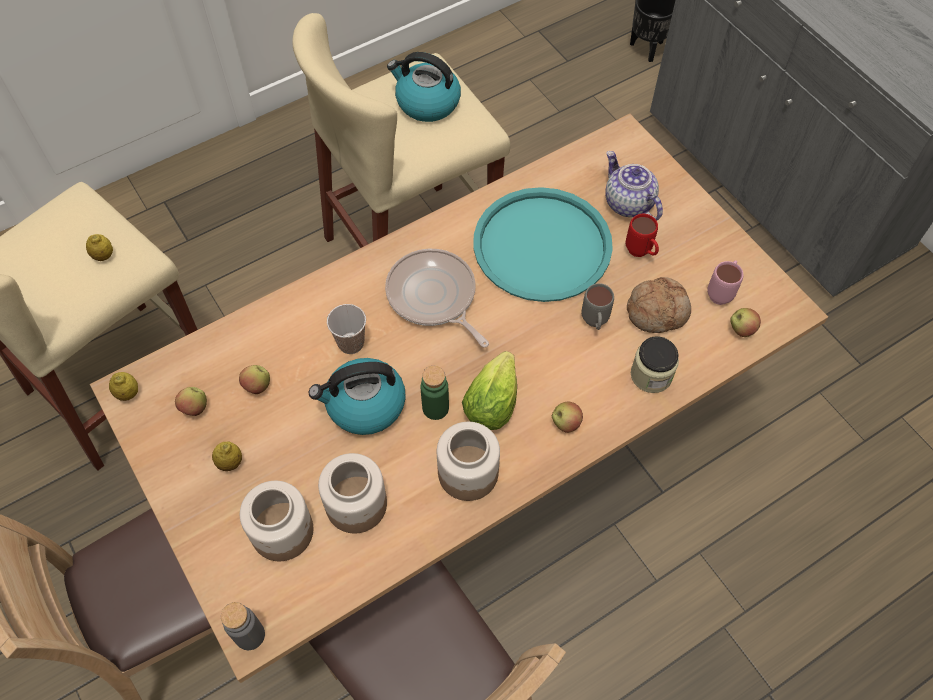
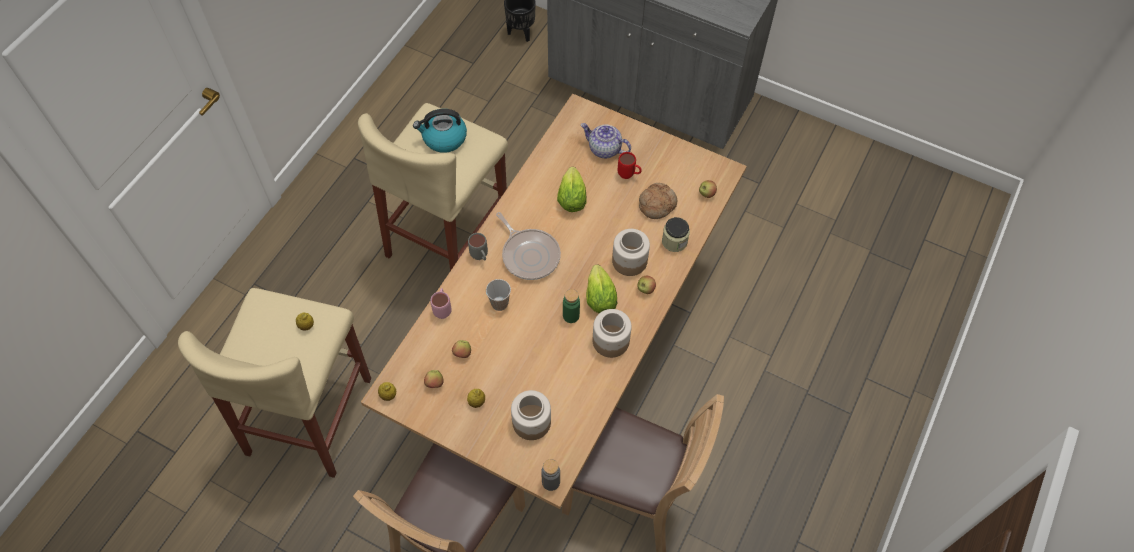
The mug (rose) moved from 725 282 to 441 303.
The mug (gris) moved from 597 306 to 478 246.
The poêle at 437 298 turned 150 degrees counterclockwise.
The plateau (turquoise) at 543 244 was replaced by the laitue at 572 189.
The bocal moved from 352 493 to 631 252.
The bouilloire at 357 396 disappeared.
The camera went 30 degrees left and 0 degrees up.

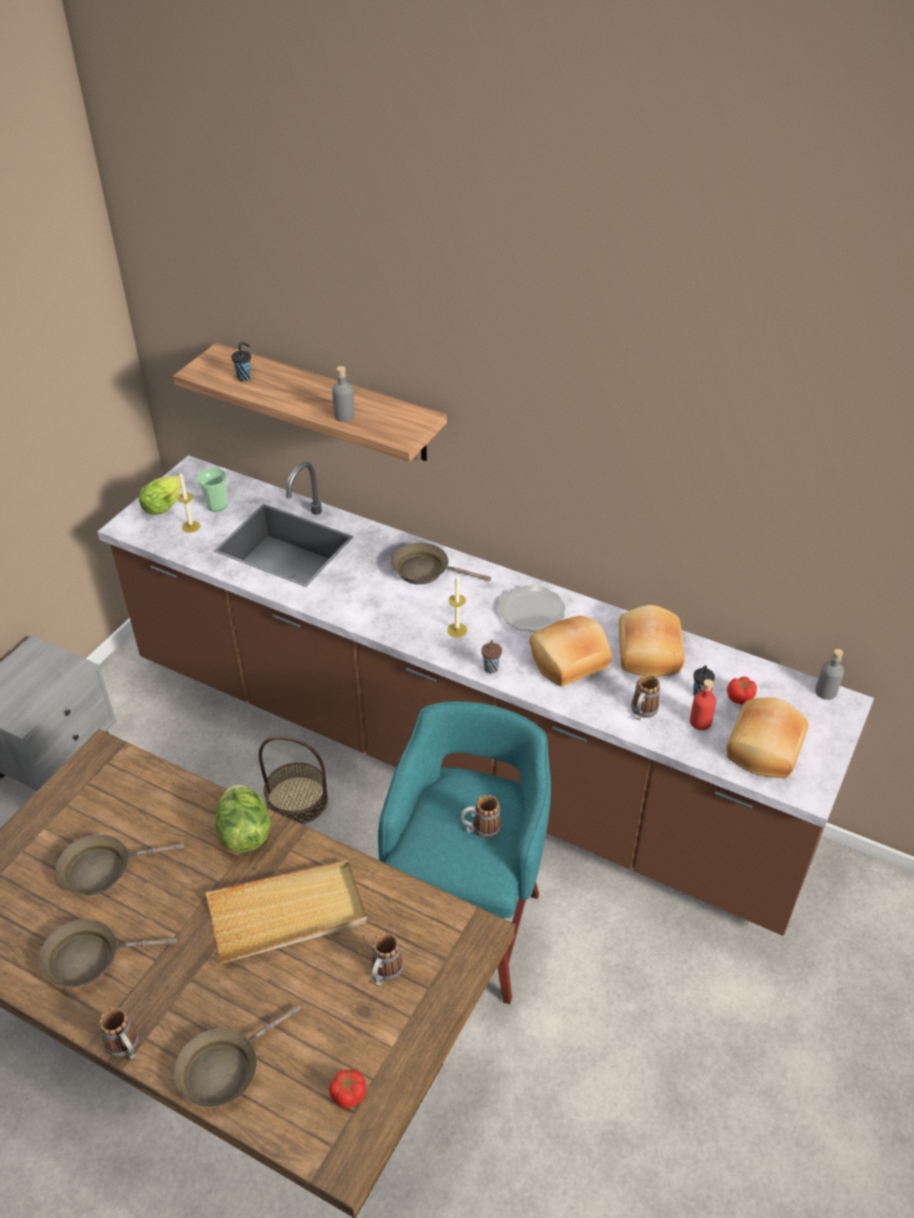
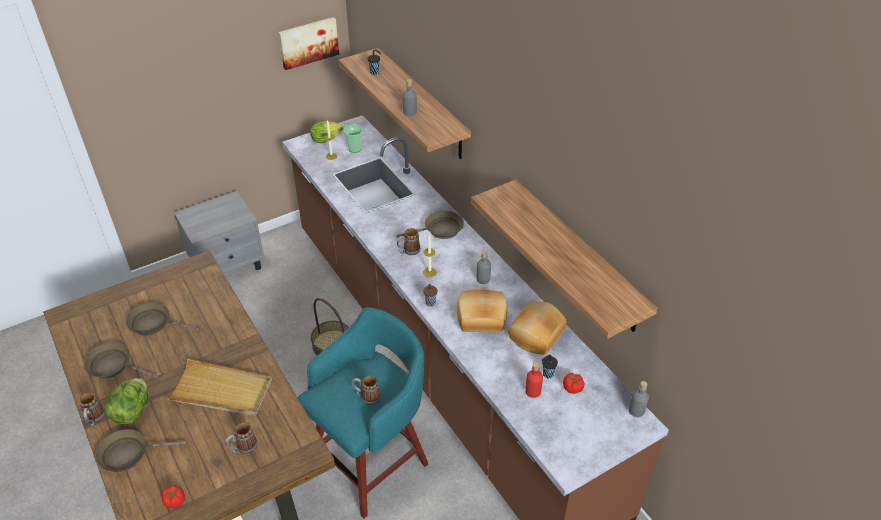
The laitue moved from 243 818 to 126 401.
The tableau at 308 43 appeared.
The poêle (marron) at 441 564 turned 120 degrees clockwise.
The mug moved from 645 697 to 408 241.
The étagère at 564 259 appeared.
The assiette at 532 608 was replaced by the bouteille (gris) at 484 267.
The pain at 767 738 disappeared.
The camera went 30 degrees right and 0 degrees up.

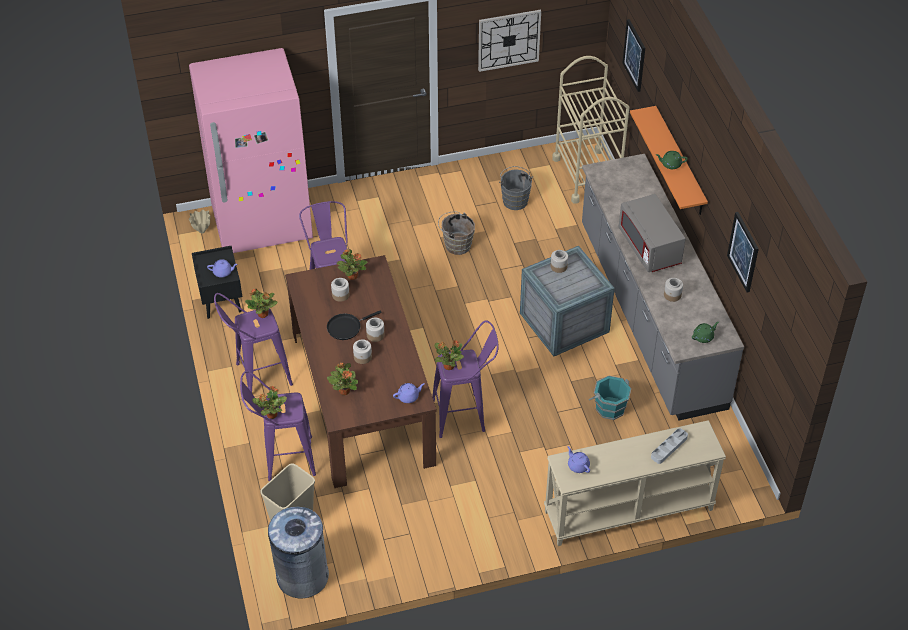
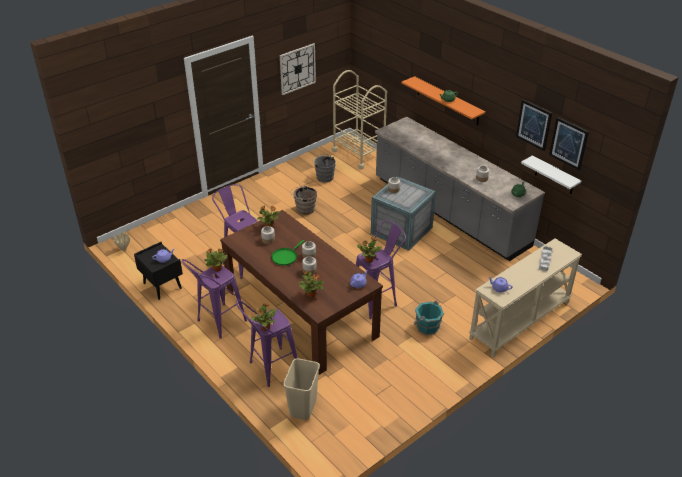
The poêle (noir) at 354 325 became the poêle (vert) at 287 253.
The seau (turquoise) moved from 610 398 to 429 318.
The étagère (blanc) at 551 174 appeared.
The tableau moved from 634 55 to 569 143.
The réfrigérateur (rose) at 251 150 disappeared.
The poubelle (gris) at 298 551 disappeared.
The micro-ondes (gris) at 652 233 disappeared.
The camera went 25 degrees left and 10 degrees down.

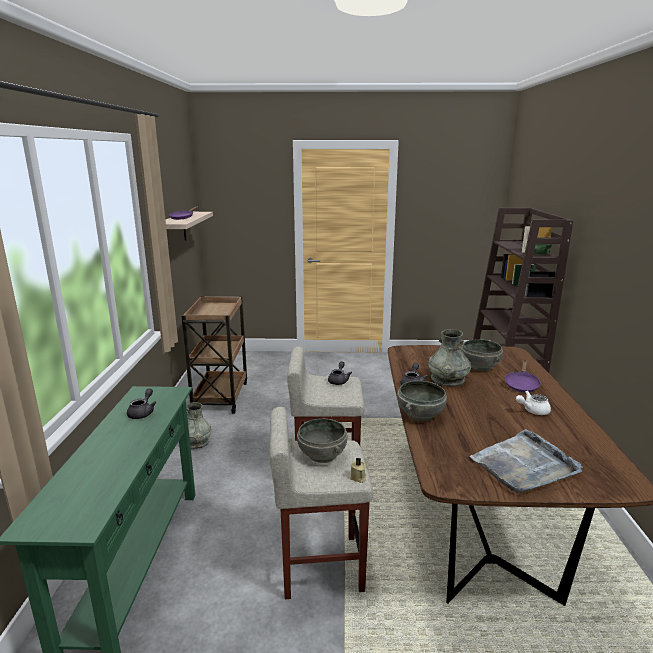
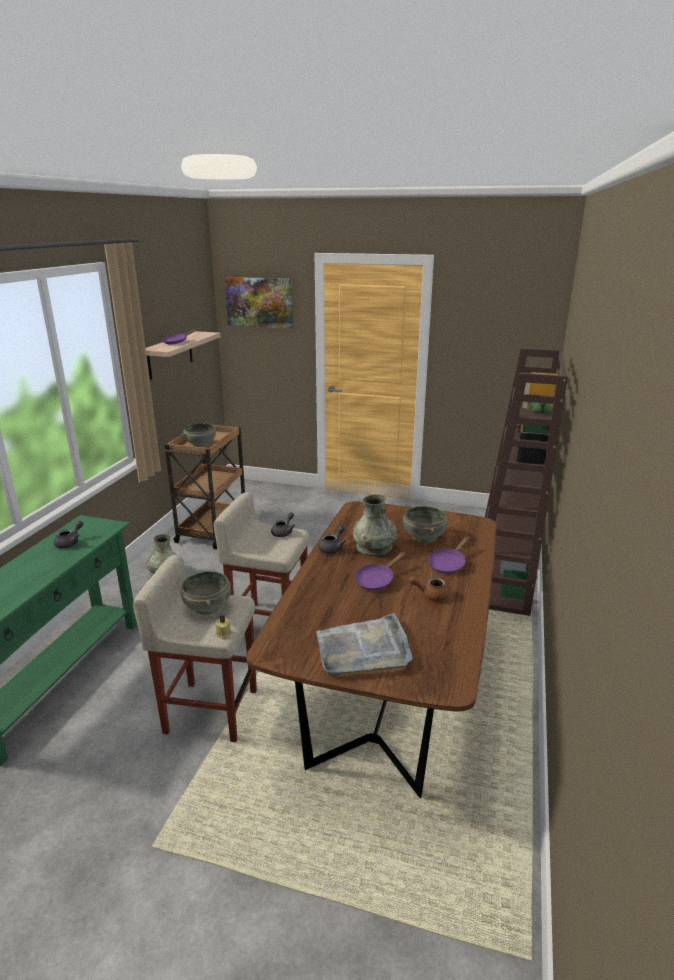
The bol (gris) moved from 422 401 to 199 435.
The tableau at 258 302 appeared.
The poêle (violet) at 380 571 appeared.
The théière (blanc) at 533 403 became the théière (marron) at 429 586.
The camera went 15 degrees right and 5 degrees up.

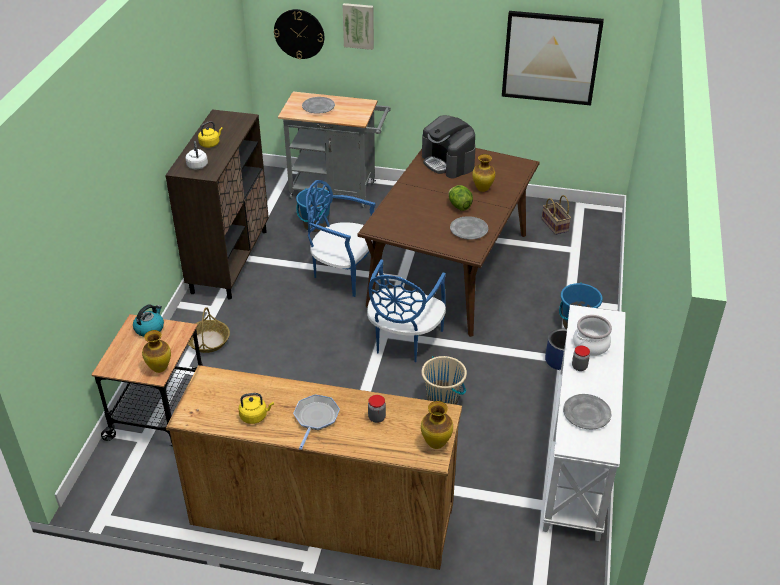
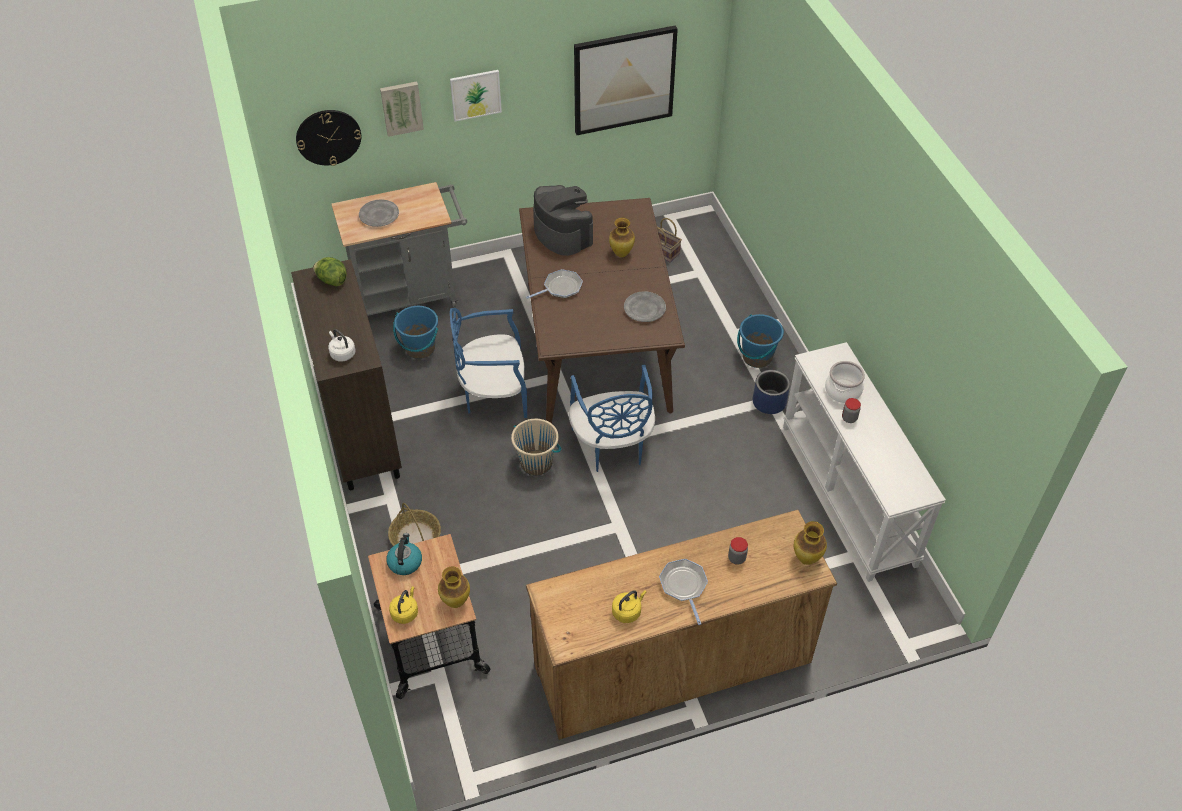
The laitue moved from 461 198 to 330 271.
The bouilloire (jaune) moved from 210 134 to 403 605.
The tableau at 476 95 appeared.
The seau (beige) moved from 444 380 to 536 447.
The poêle at 554 284 appeared.
The machine à café at 449 146 turned 150 degrees counterclockwise.
The assiette (gris) at 587 411 disappeared.
The camera went 30 degrees left and 10 degrees up.

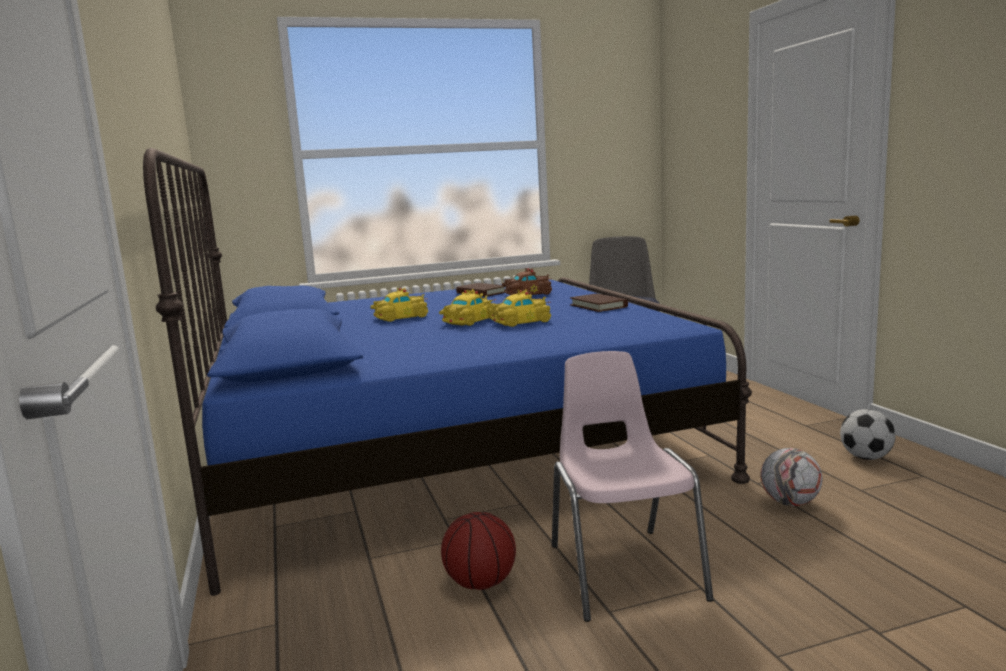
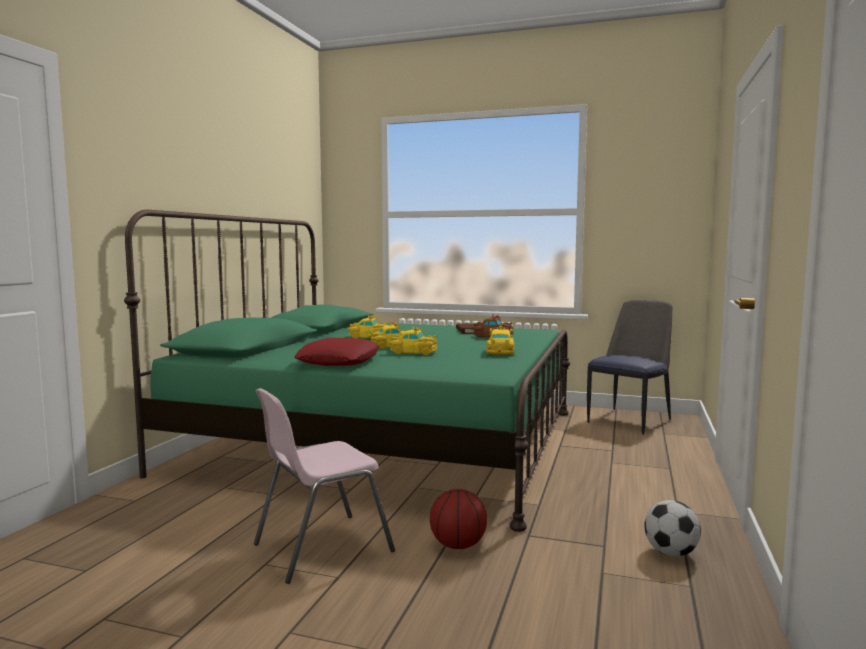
The lit (bleu) at 447 372 became the lit (vert) at 347 371.
The chaise (rose) at 633 486 turned 150 degrees counterclockwise.
The coussin (rouge) at 336 352 appeared.
The ballon de basket moved from 478 551 to 458 519.
The livre (marron) at 599 303 was replaced by the petite voiture (jaune) at 500 340.
The ballon de foot at 791 477 disappeared.
The camera went 35 degrees right and 5 degrees down.

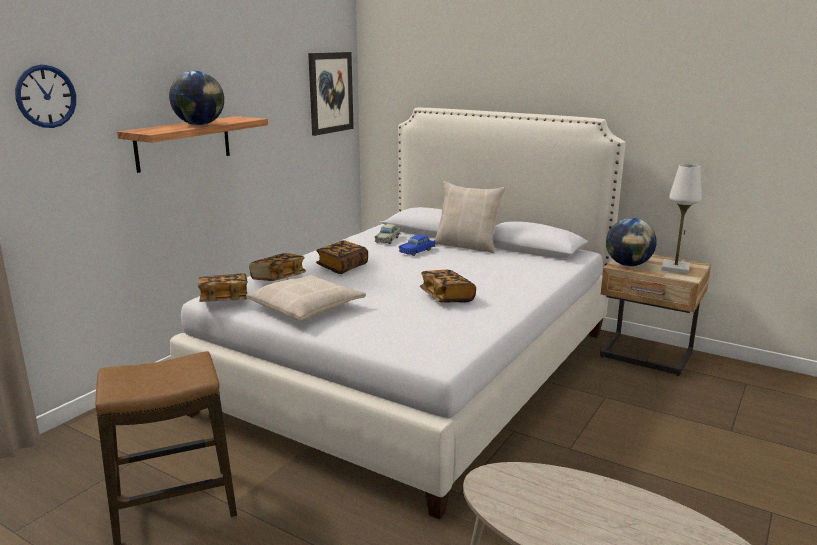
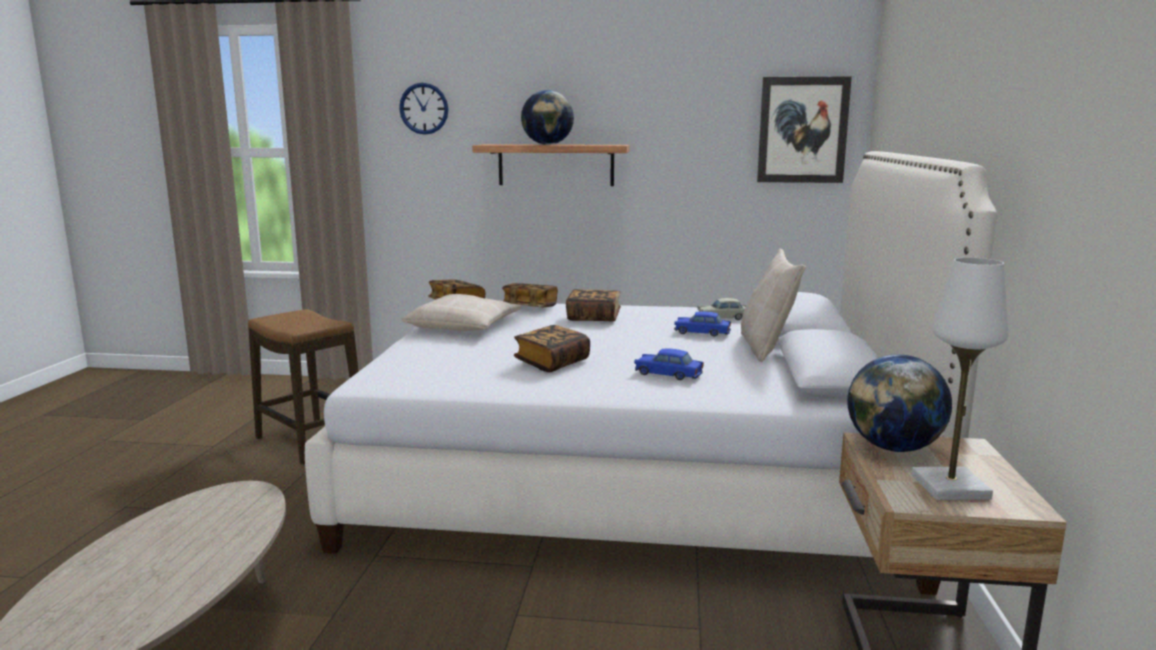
The petite voiture (bleu) at 669 364 appeared.
The camera went 65 degrees right and 5 degrees down.

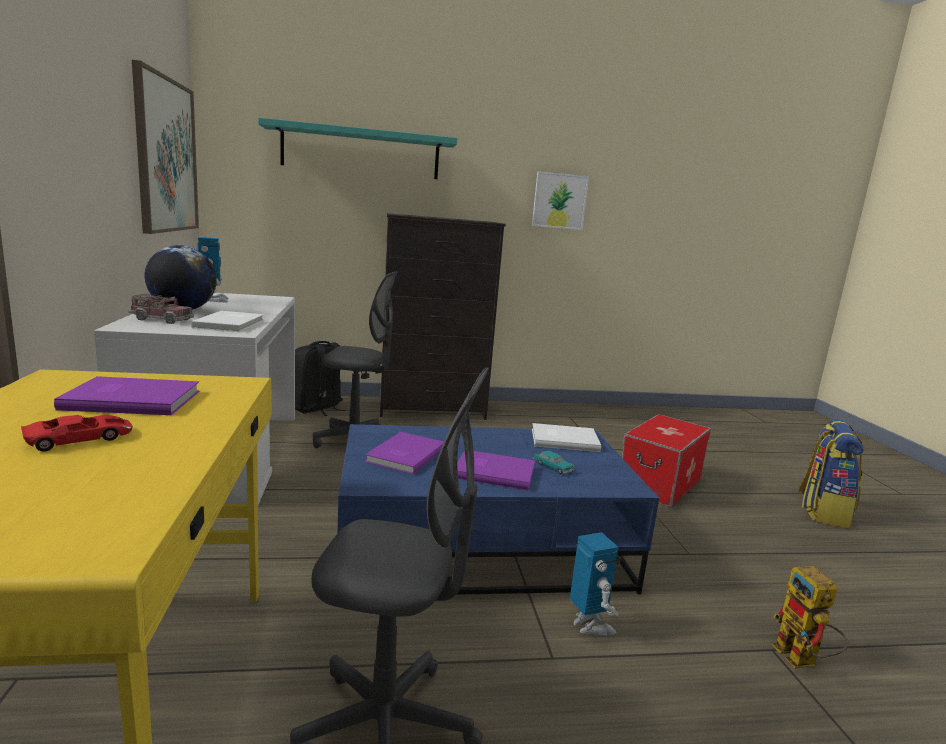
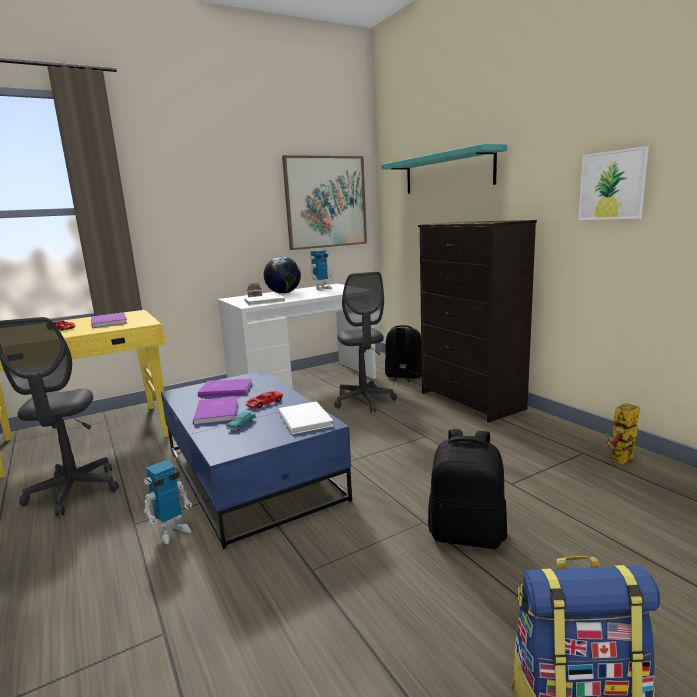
The petite voiture (rouge) at 264 399 appeared.
The boîte de rangement at 666 460 was replaced by the sac à dos (noir) at 467 489.
The robot jouet moved from 810 617 to 622 433.
The camera went 70 degrees right and 0 degrees up.

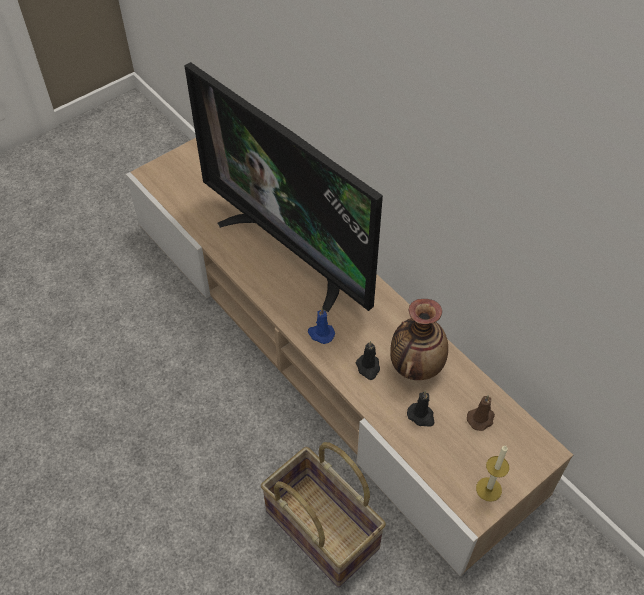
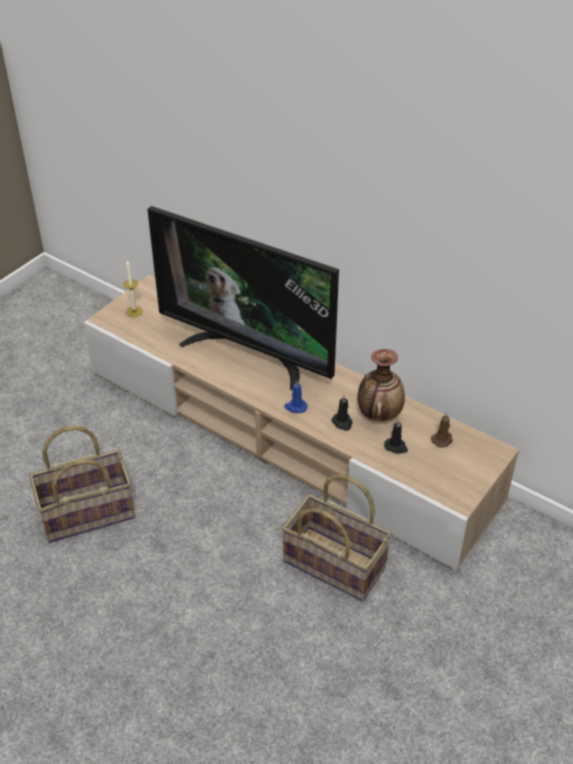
The panier at 82 484 appeared.
The bougie moved from 492 473 to 133 288.
The camera went 15 degrees left and 10 degrees down.

